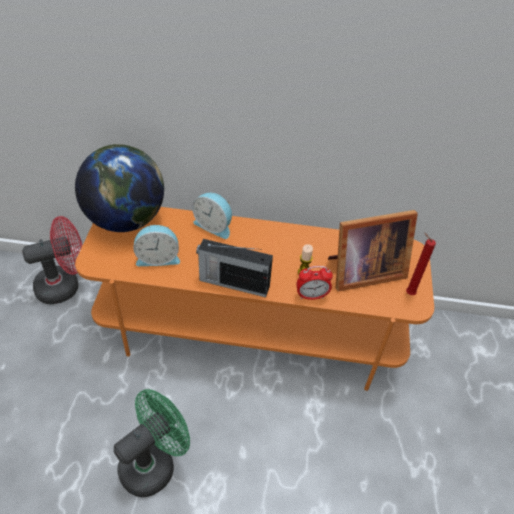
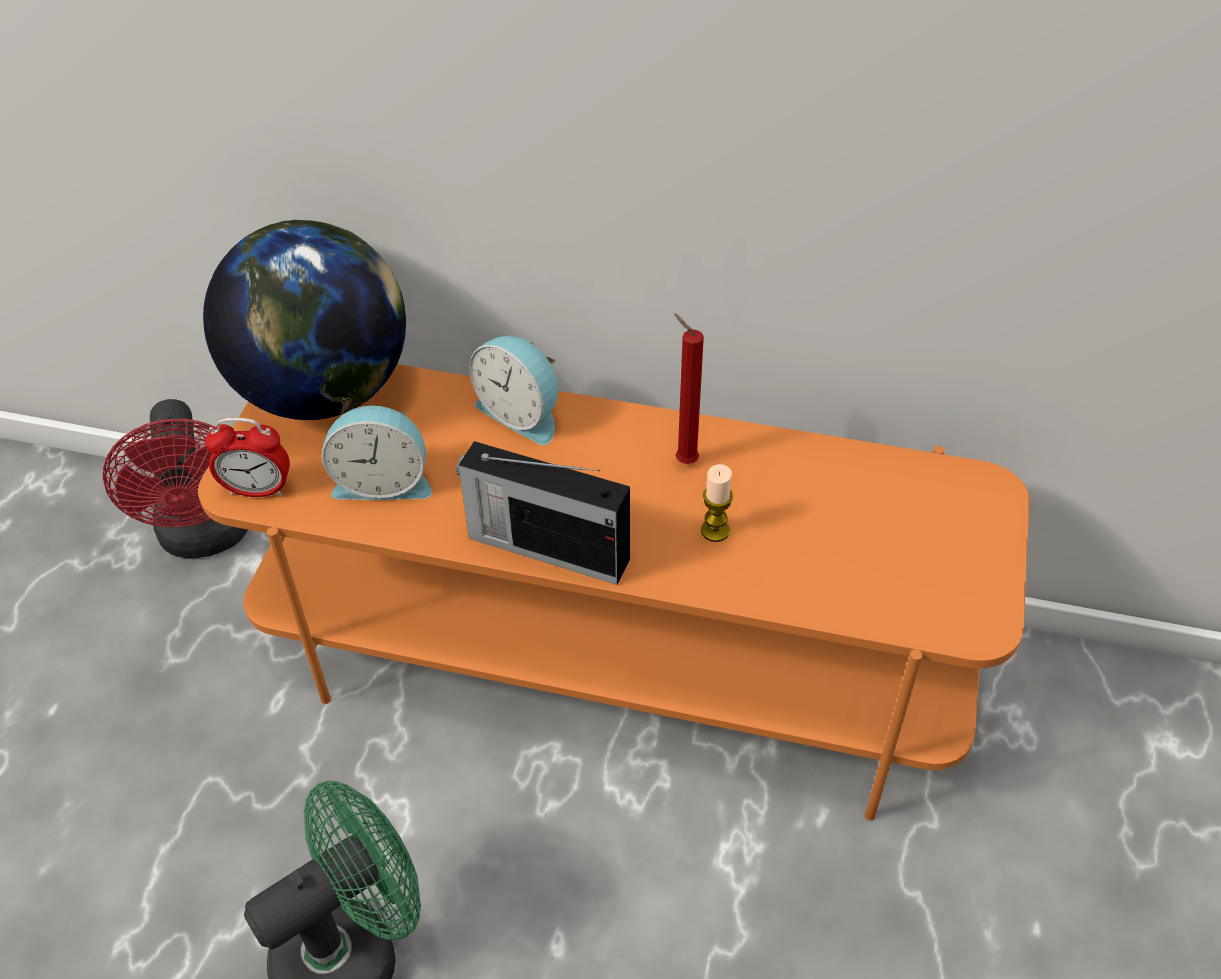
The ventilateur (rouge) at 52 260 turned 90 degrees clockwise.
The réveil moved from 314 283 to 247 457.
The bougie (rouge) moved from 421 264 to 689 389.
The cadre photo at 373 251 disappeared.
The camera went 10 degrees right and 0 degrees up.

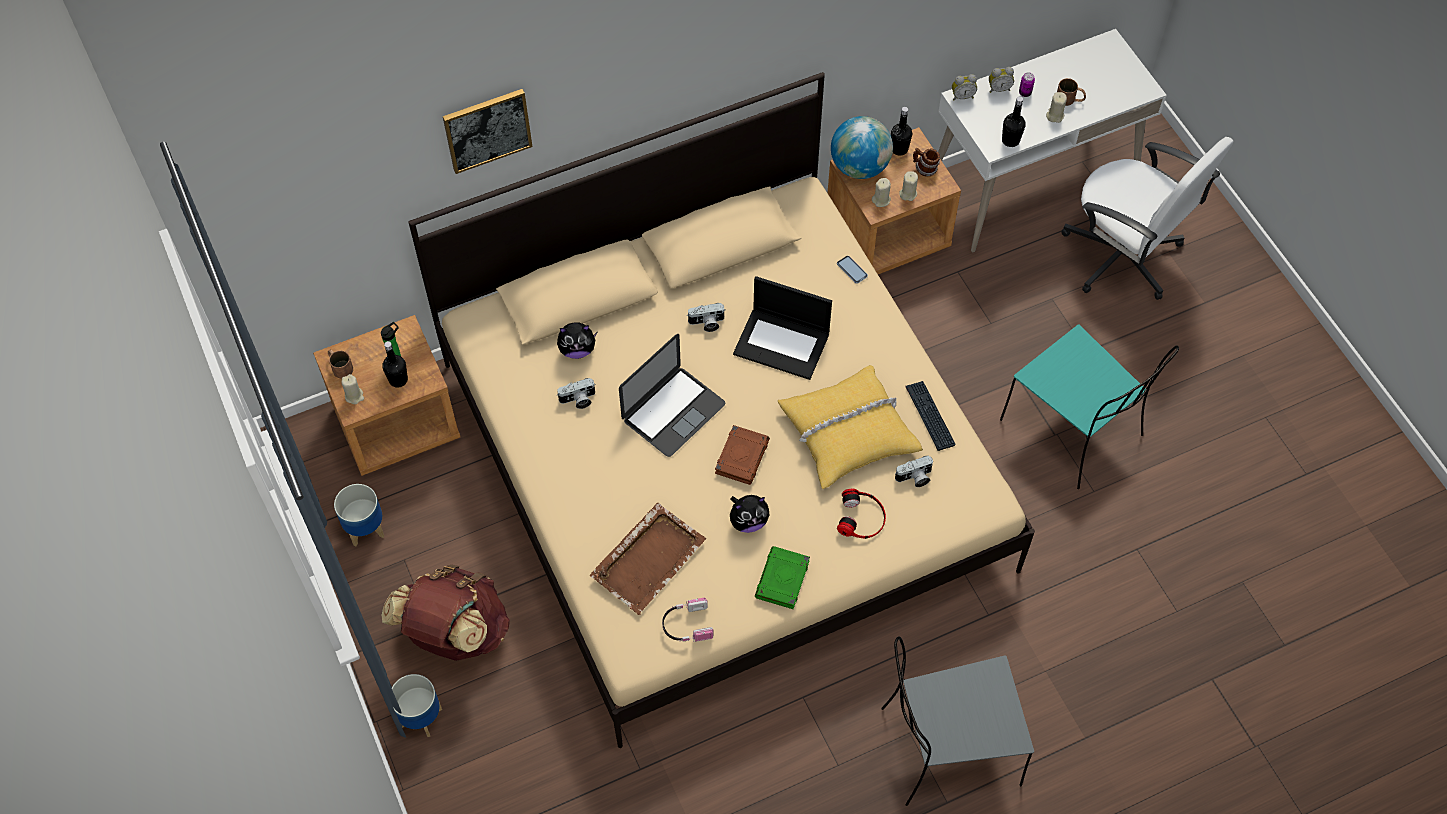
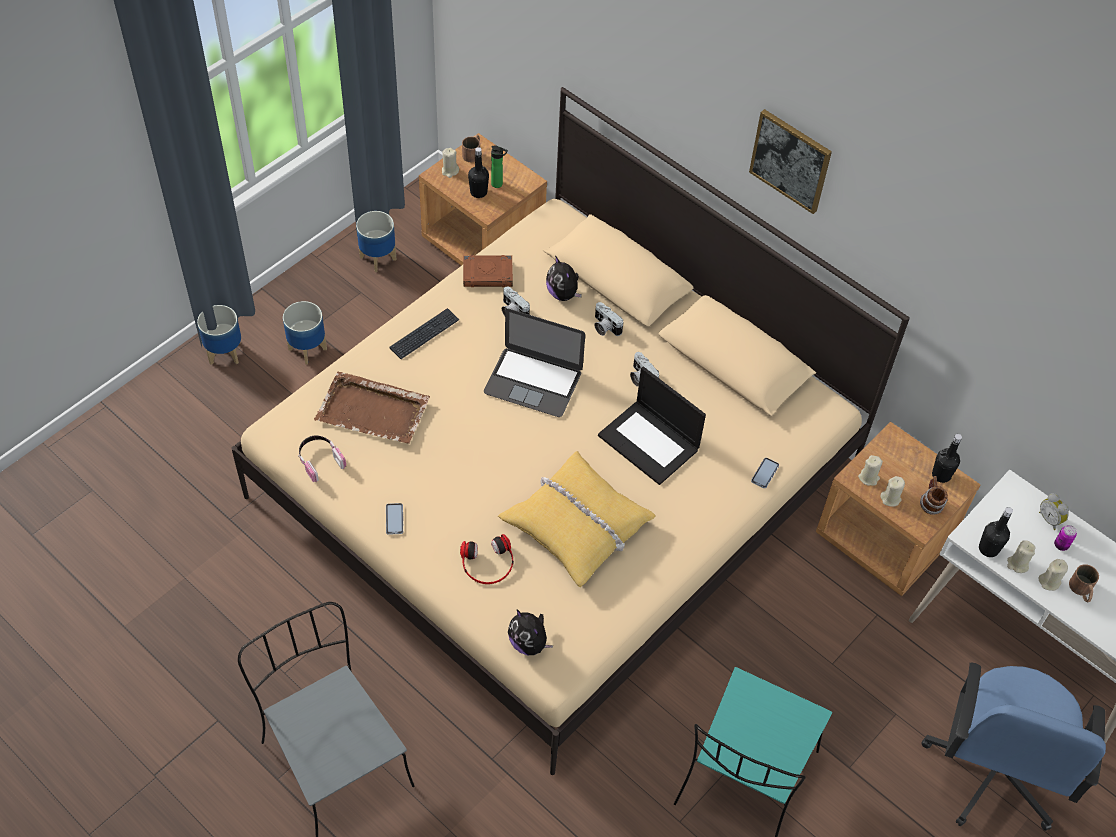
The sac à dos (marron) at 445 613 was replaced by the cache-pot at 305 333.
The livre (vert) at 782 577 was replaced by the téléphone at 394 519.
The clavier moved from 930 416 to 424 333.
The livre (marron) moved from 742 455 to 488 271.
The peluche moved from 750 514 to 531 632.
The appareil photo moved from 914 471 to 608 319.
The ordinateur portable at 782 328 turned 45 degrees counterclockwise.
The tableau moved from 488 131 to 790 161.
The chaise de bureau (blanc) at 1147 218 became the chaise de bureau (bleu) at 1013 746.
The bougie (beige) at 1021 556 appeared.
The globe at 862 147 disappeared.
The réveil at 964 87 disappeared.
The camera went 65 degrees right and 5 degrees down.

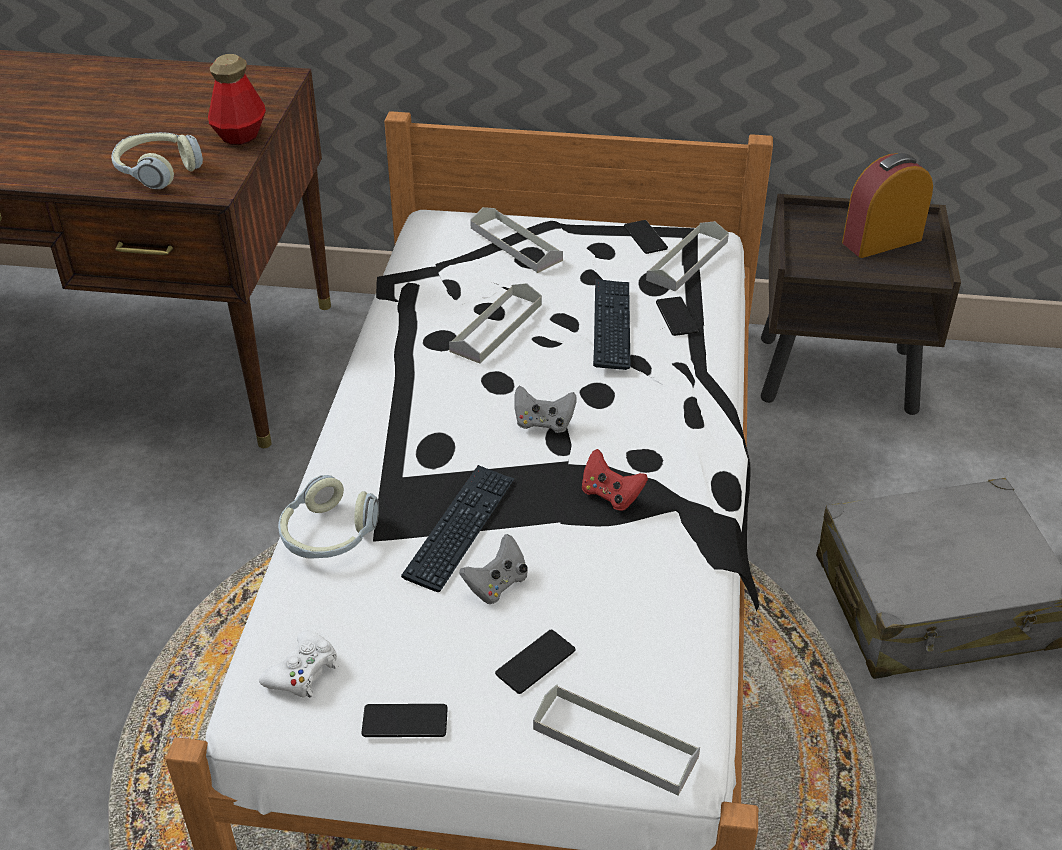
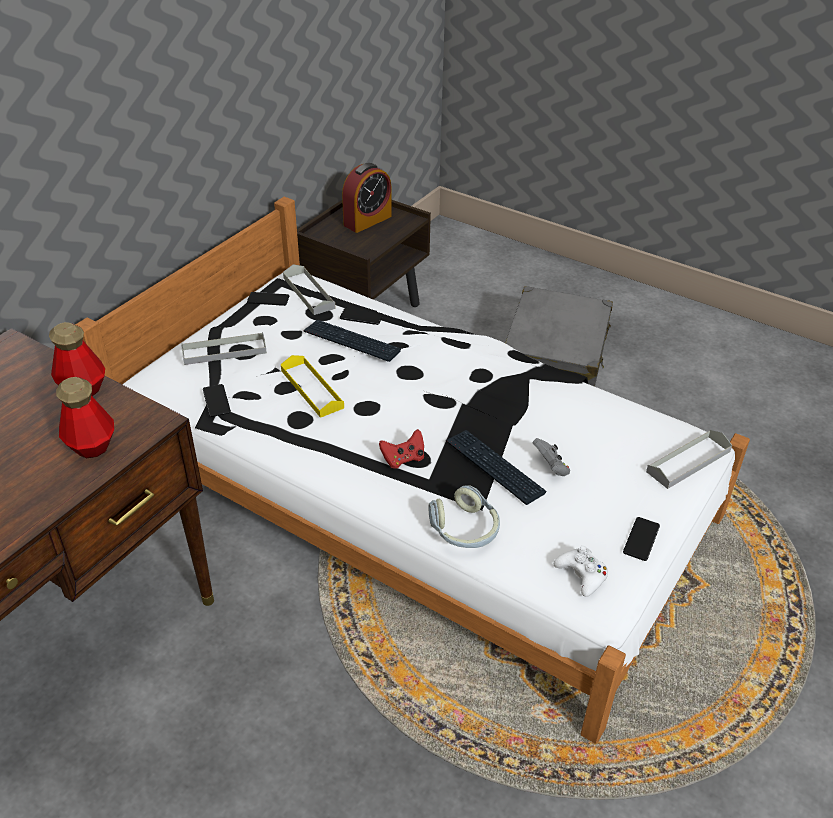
The casque audio at 157 160 was replaced by the bouteille at 85 417.
The téléphone moved from 535 662 to 217 400.
The plateau (gris) at 495 323 became the plateau (jaune) at 312 386.
The réveil at 887 205 turned 135 degrees counterclockwise.
The manette (rouge) moved from 615 480 to 401 448.
The manette (gris) at 545 409 disappeared.
The camera went 65 degrees left and 0 degrees up.

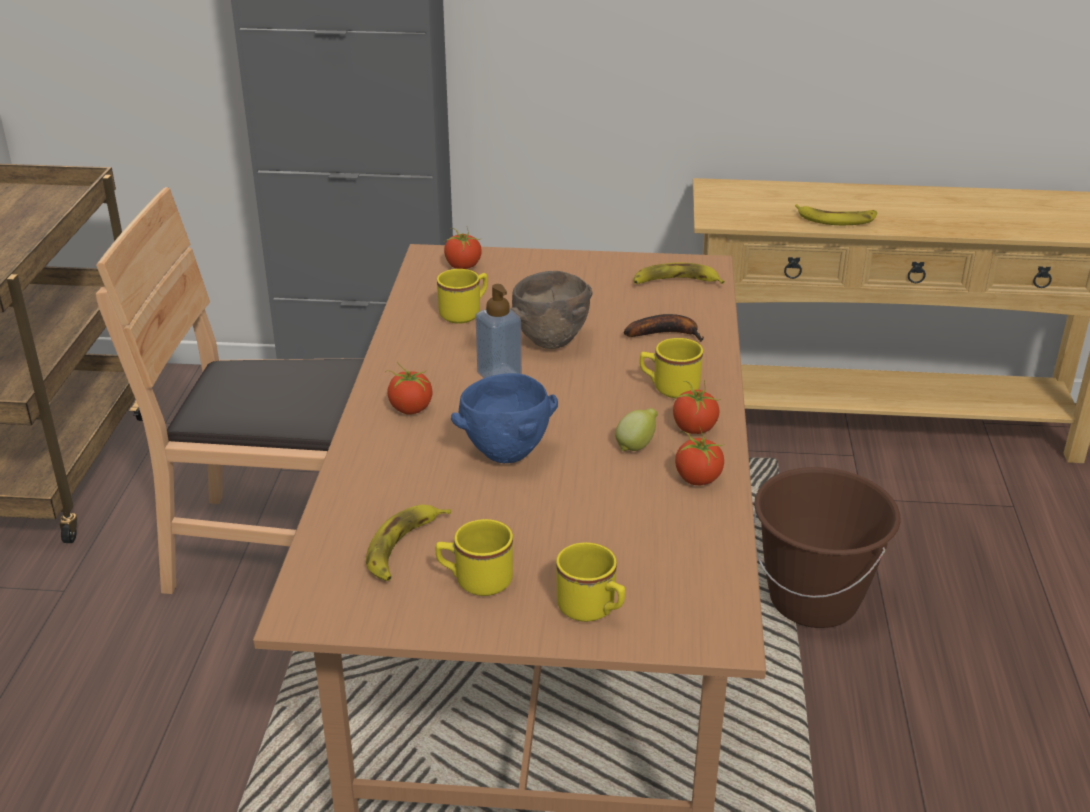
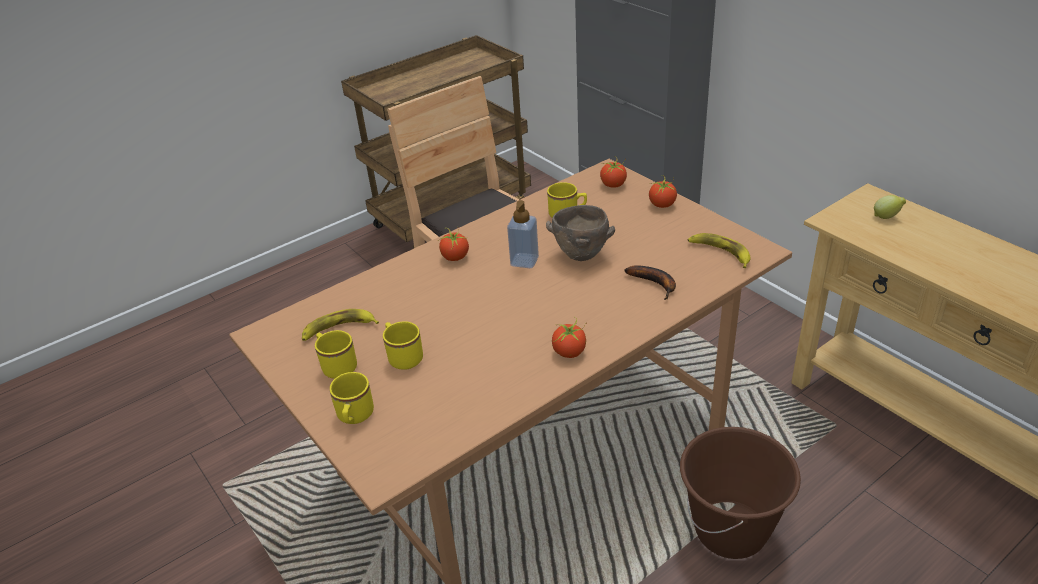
The mug (jaune) moved from 671 368 to 403 345.
The tomate moved from 700 455 to 663 191.
The citron moved from 636 429 to 890 207.
The bol (bleu) at 504 418 disappeared.
The banane at 836 214 disappeared.
The camera went 50 degrees right and 5 degrees up.

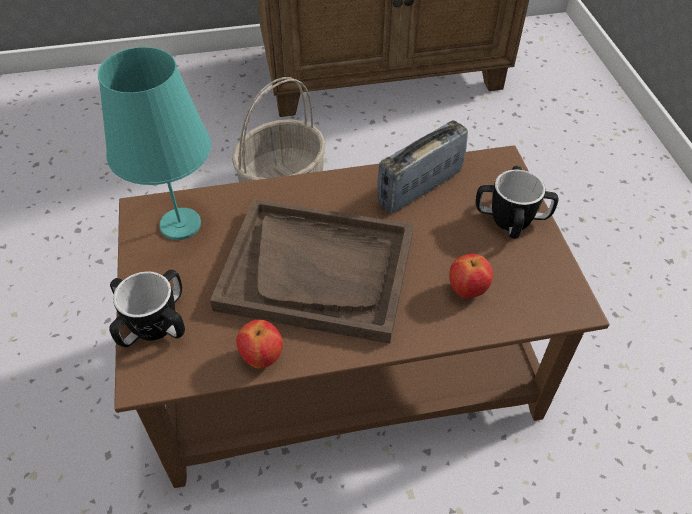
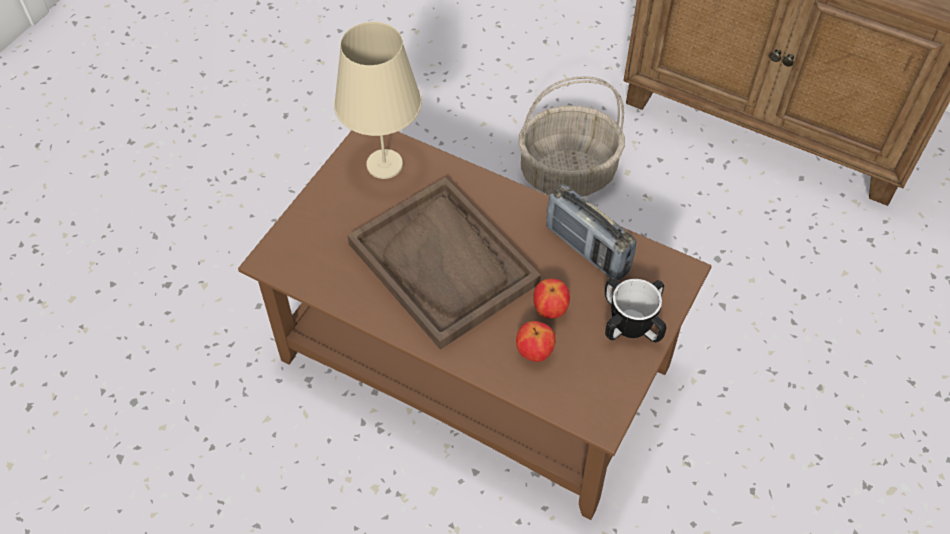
The lampe de table (turquoise) at 154 143 became the lampe de table (beige) at 378 100.
The pomme moved from 259 344 to 551 298.
The radio at 422 167 turned 135 degrees counterclockwise.
The mug at 147 308 disappeared.
The camera went 40 degrees right and 5 degrees up.

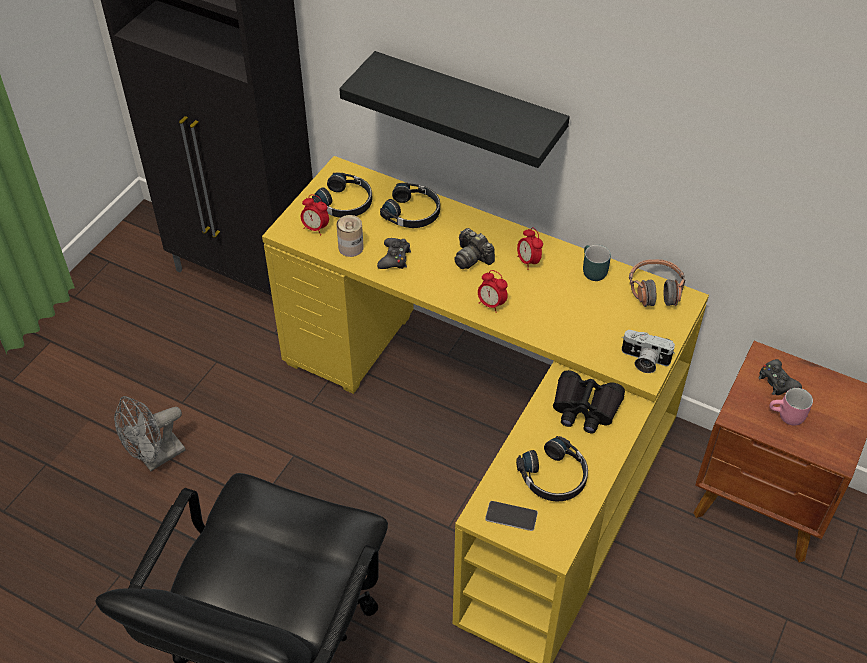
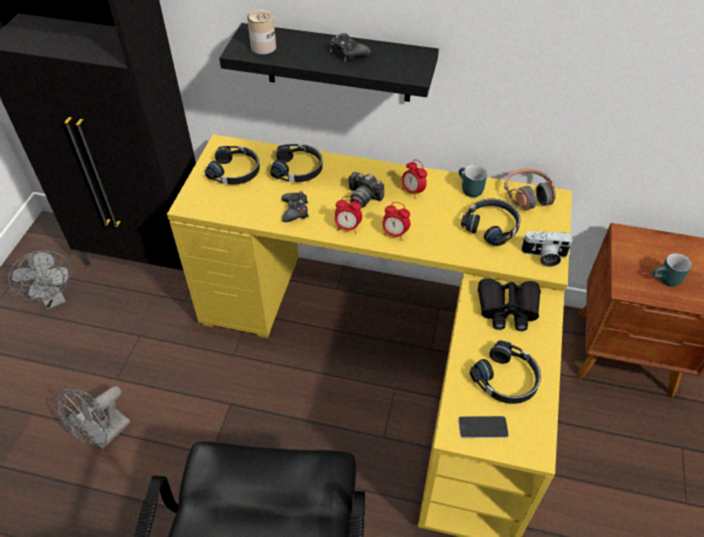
The ventilateur (gris) at 40 280 appeared.
The boîte métallique moved from 350 236 to 261 31.
The manette (noir) moved from 780 377 to 350 47.
The réveil moved from 315 214 to 348 215.
The casque audio (noir) at 491 222 appeared.
The mug (rose) at 791 407 became the mug (turquoise) at 672 270.
The camera went 15 degrees left and 0 degrees up.

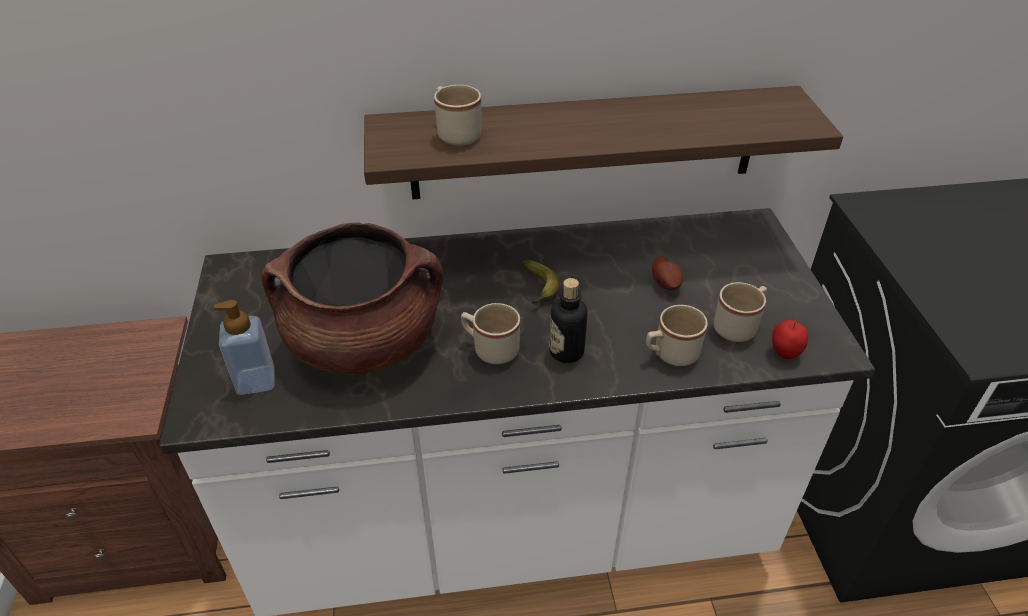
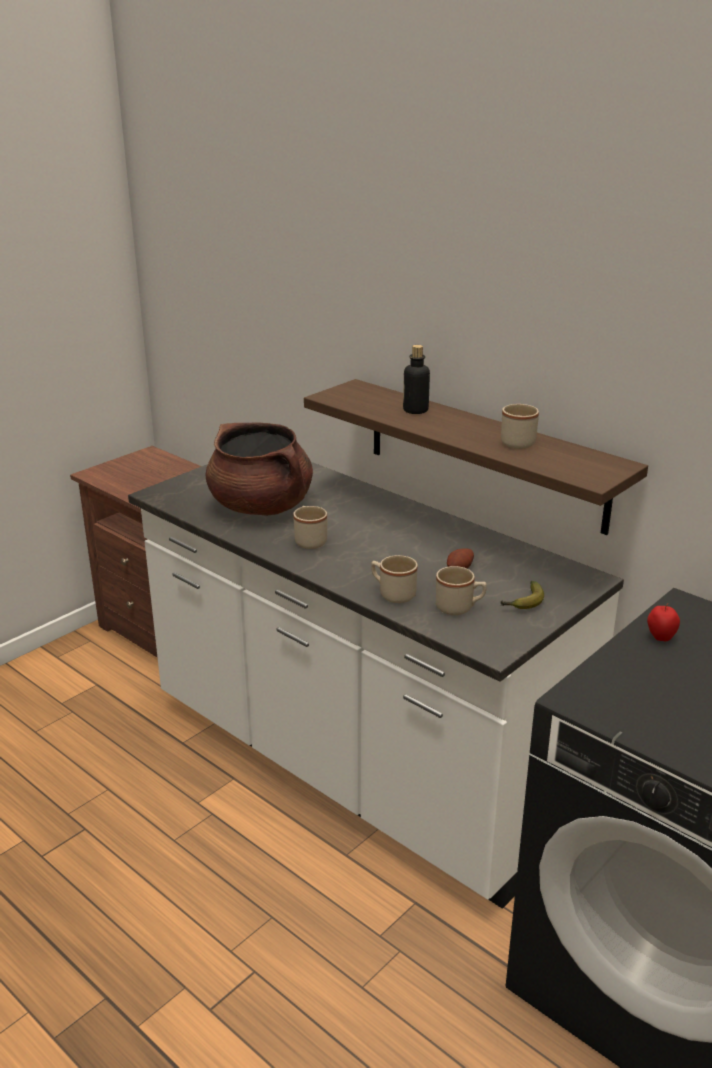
The bouteille moved from 568 320 to 416 379.
The banane moved from 540 282 to 522 595.
The mug (beige) moved from 458 115 to 520 426.
The pomme moved from 790 339 to 663 622.
The distributeur de savon at 244 347 disappeared.
The camera went 50 degrees right and 15 degrees down.

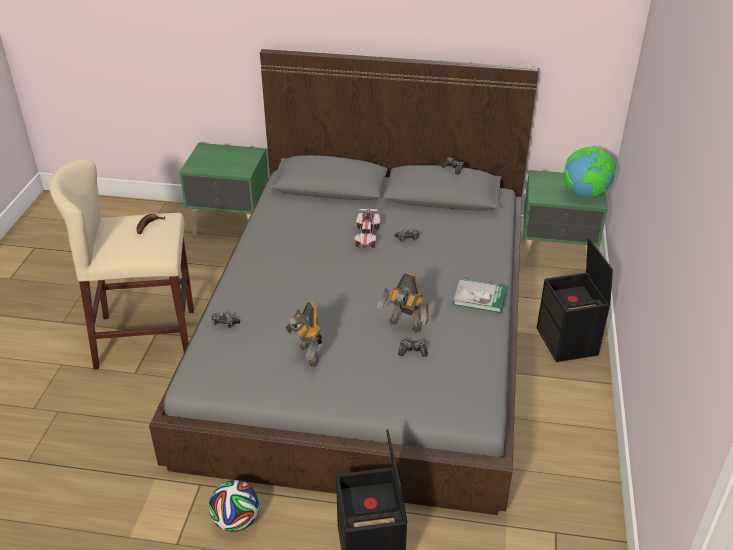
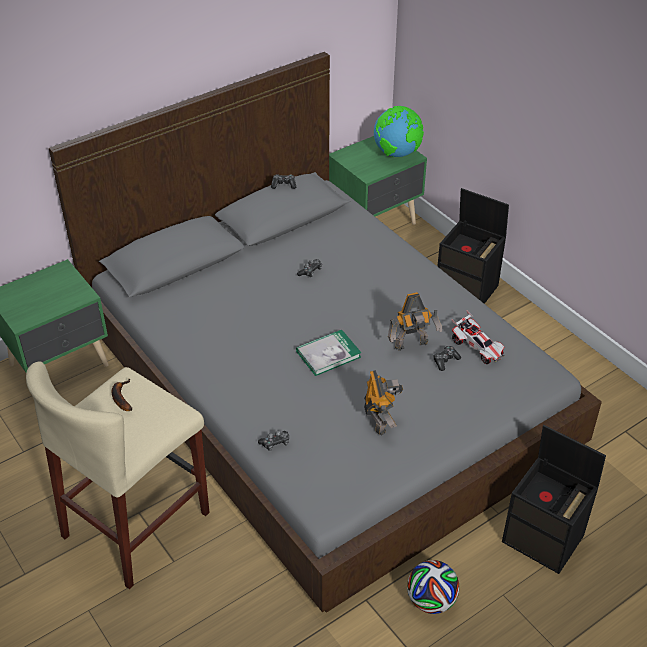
The livre moved from 479 295 to 328 353.
The robot jouet at 303 334 turned 120 degrees counterclockwise.
The petite voiture moved from 367 226 to 478 337.
The camera went 45 degrees left and 5 degrees up.

